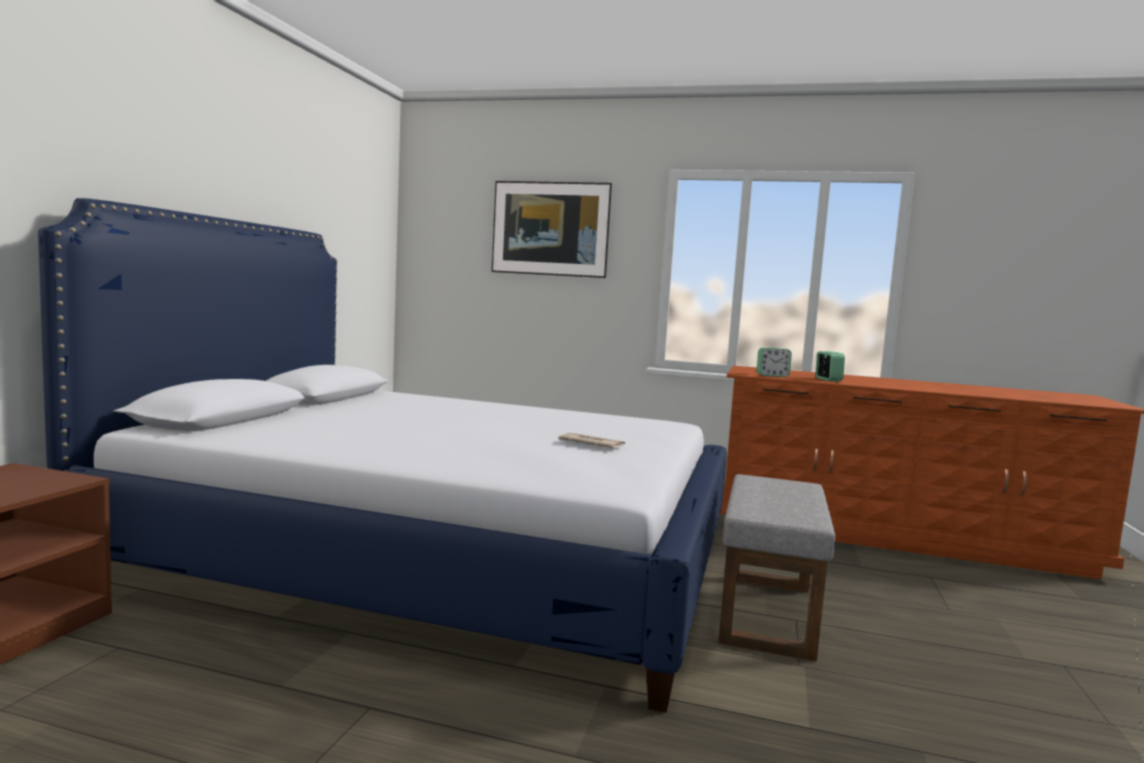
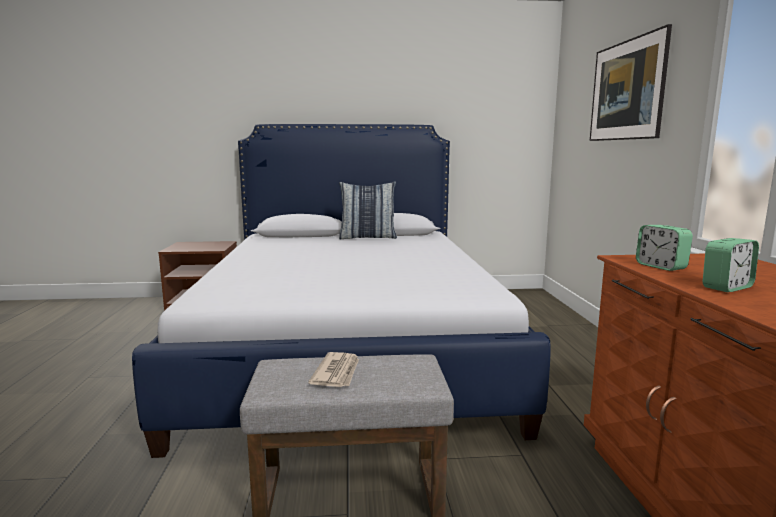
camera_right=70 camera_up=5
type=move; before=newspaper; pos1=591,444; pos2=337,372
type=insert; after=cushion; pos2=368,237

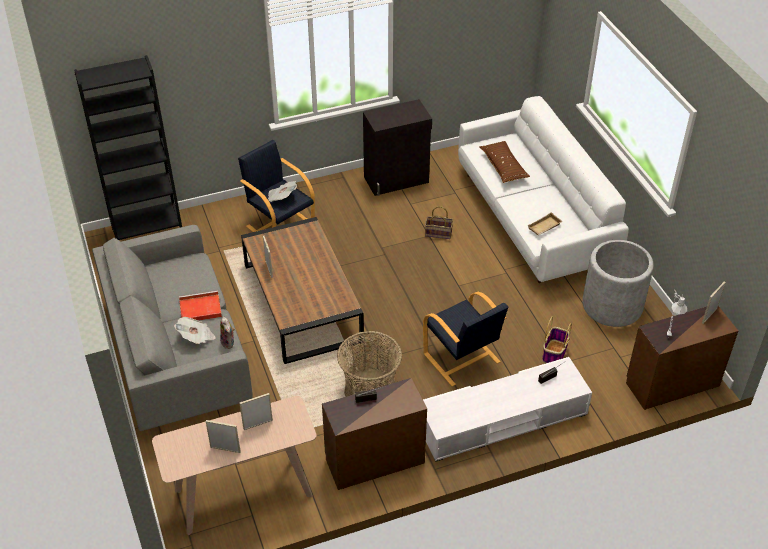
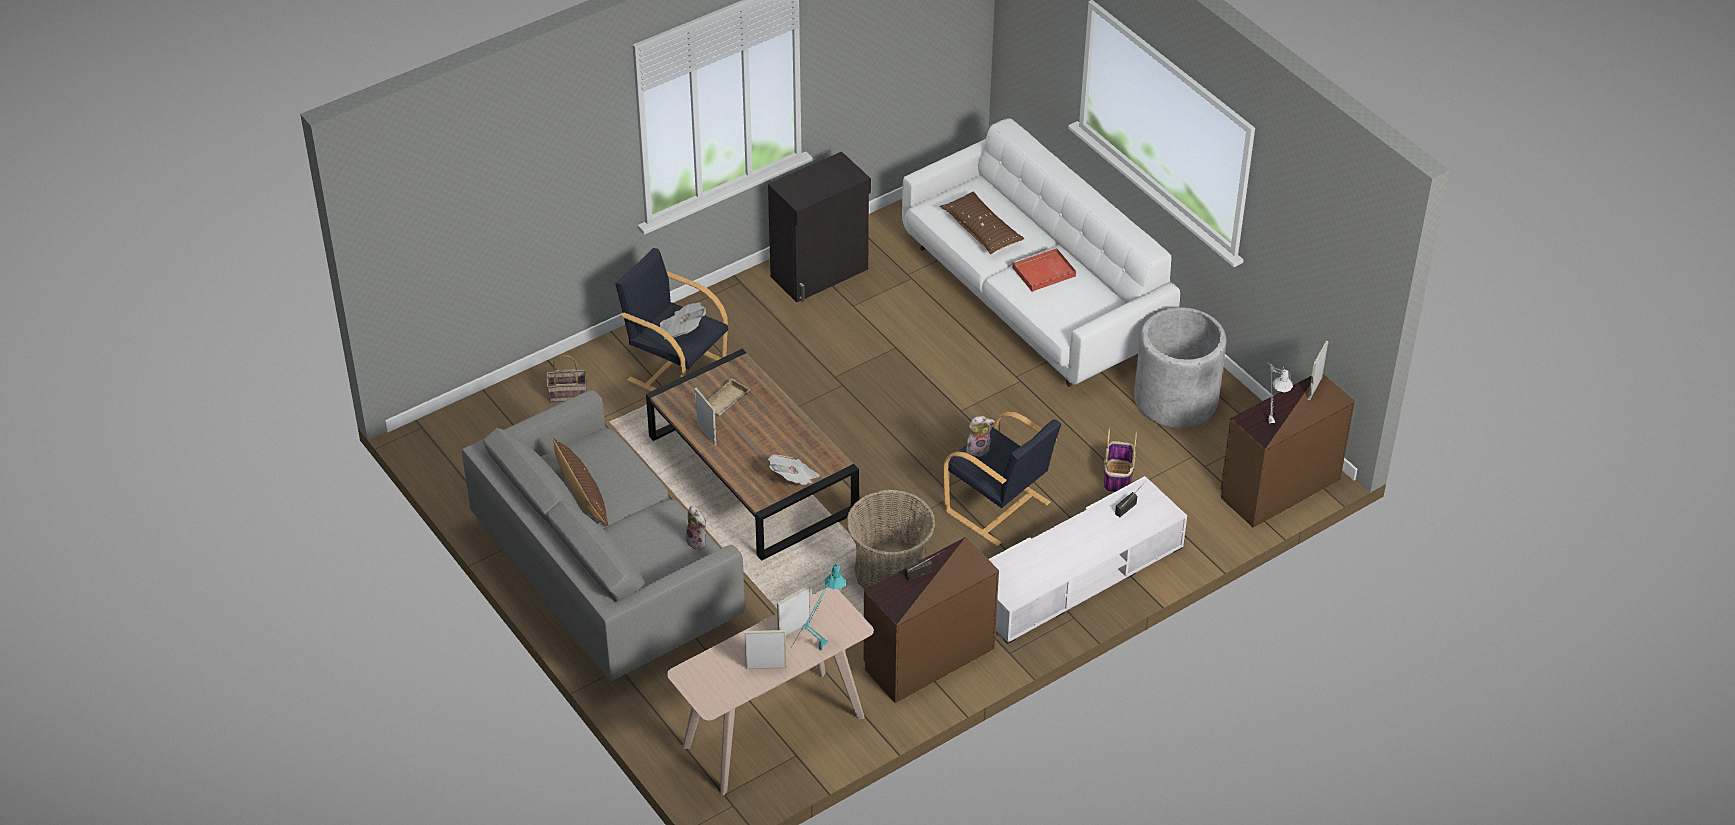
camera_right=-15 camera_up=0
type=delete; before=blackish bookcase; pos1=147,232
type=move; before=newspaper; pos1=196,337; pos2=794,479
type=move; before=red carrying tray; pos1=199,309; pos2=1043,272
type=move; before=storage basket; pos1=439,233; pos2=569,394
type=move; before=sand-coloured carrying tray; pos1=544,227; pos2=726,402
type=insert; after=brown cushion; pos2=582,497
type=insert; after=turquoise tabletop lamp; pos2=817,653
type=insert; after=soft toy; pos2=978,448

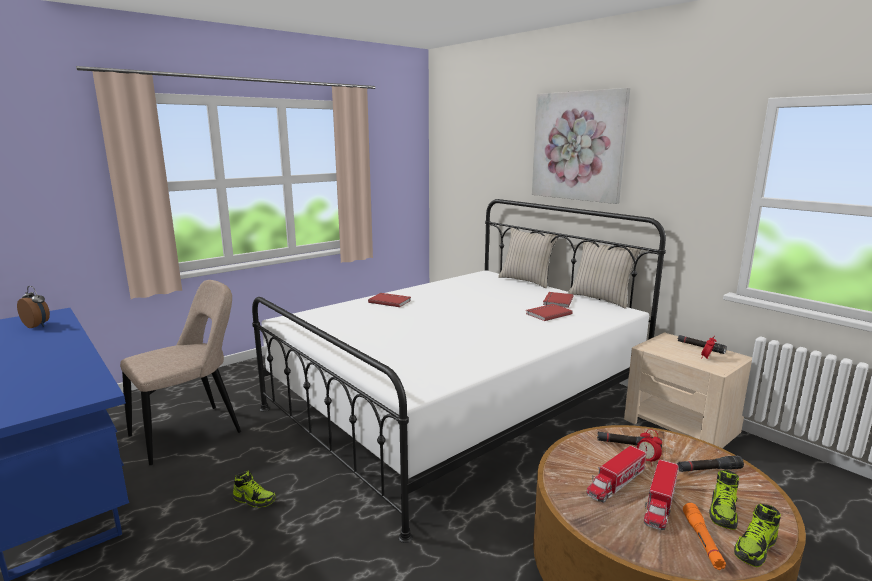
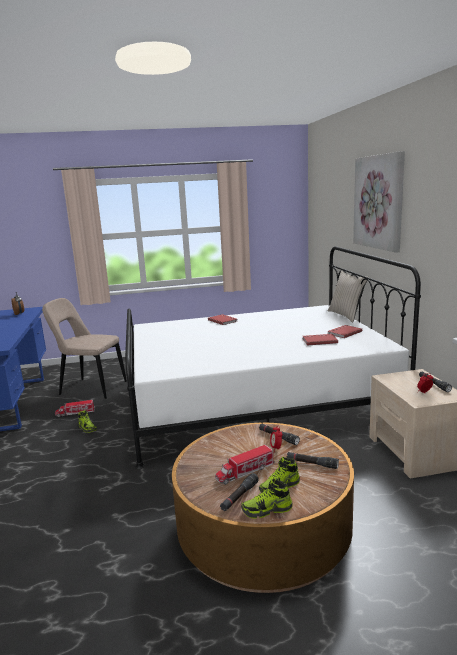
camera_right=30 camera_up=0
type=rotate; before=sand-coloured chair; pos1=191,432; pos2=90,388; turn=-150
type=delete; before=sand-coloured cushion; pos1=601,299
type=move; before=toy truck; pos1=616,483; pos2=75,413
type=recolor; before=orangey flashlight; after=blackish flashlight; pos1=702,541; pos2=239,496

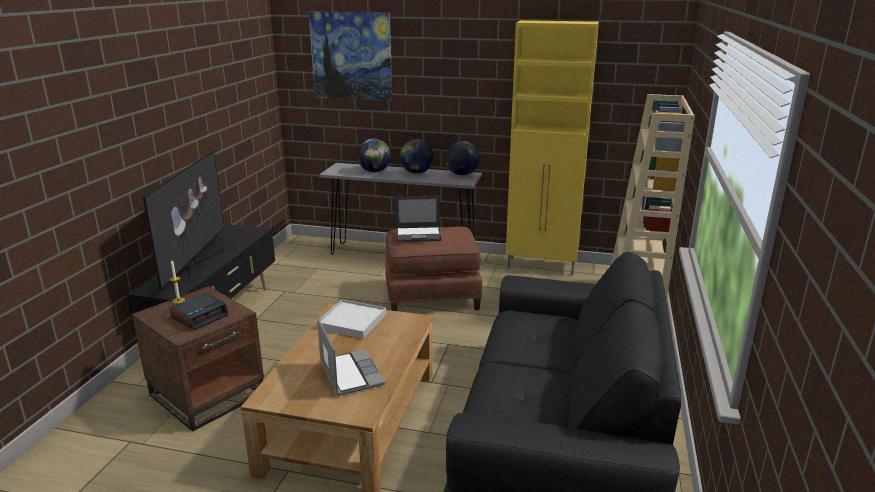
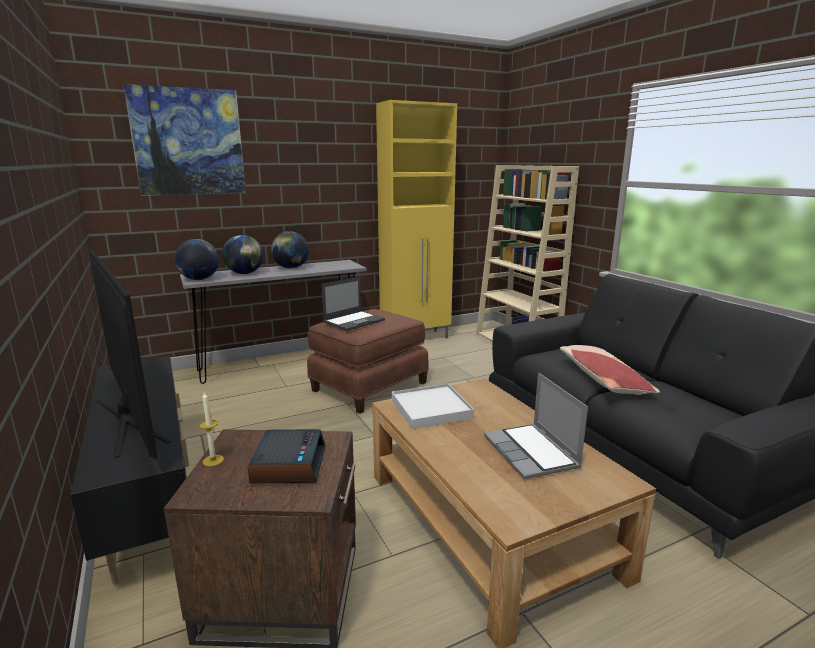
camera_right=-40 camera_up=-5
type=rotate; before=laptop; pos1=350,374; pos2=532,453; turn=-135
type=move; before=globe; pos1=462,174; pos2=199,279
type=insert; after=cushion; pos2=603,379

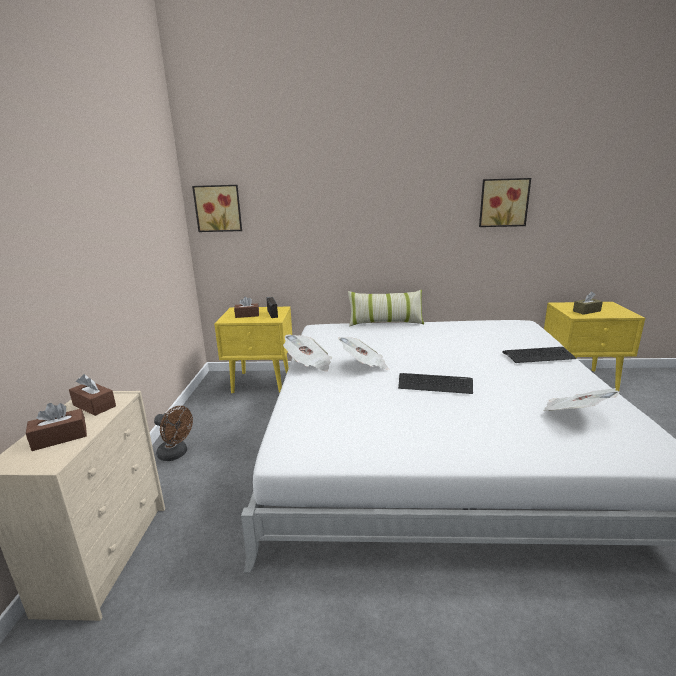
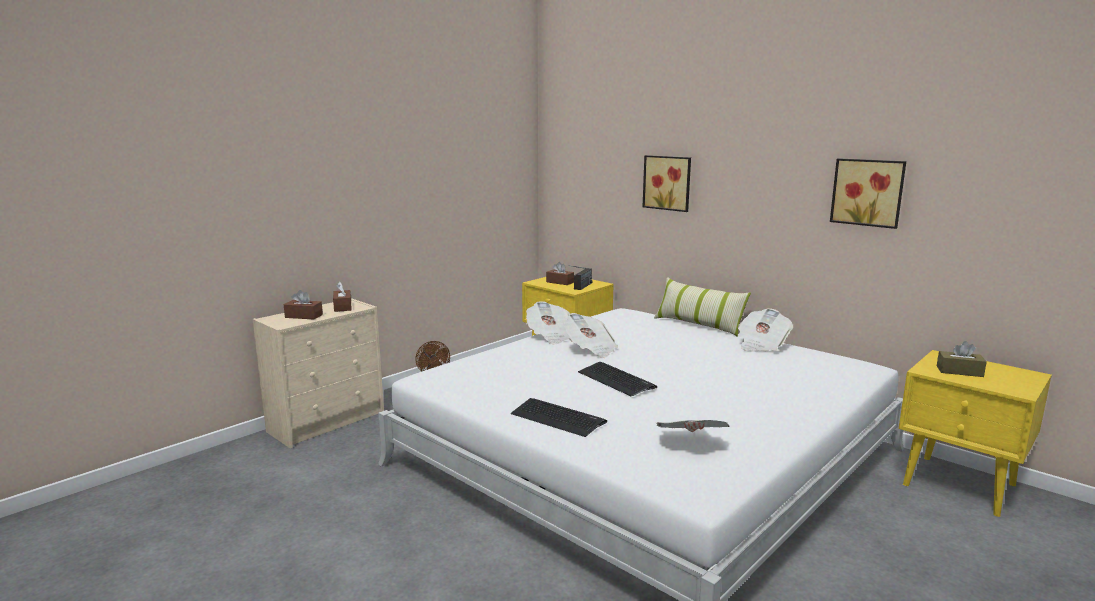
camera_right=40 camera_up=-5
type=move; before=wall picture; pos1=218,208; pos2=668,182
type=move; before=keyboard; pos1=538,356; pos2=558,418
type=insert; after=newspaper; pos2=761,345

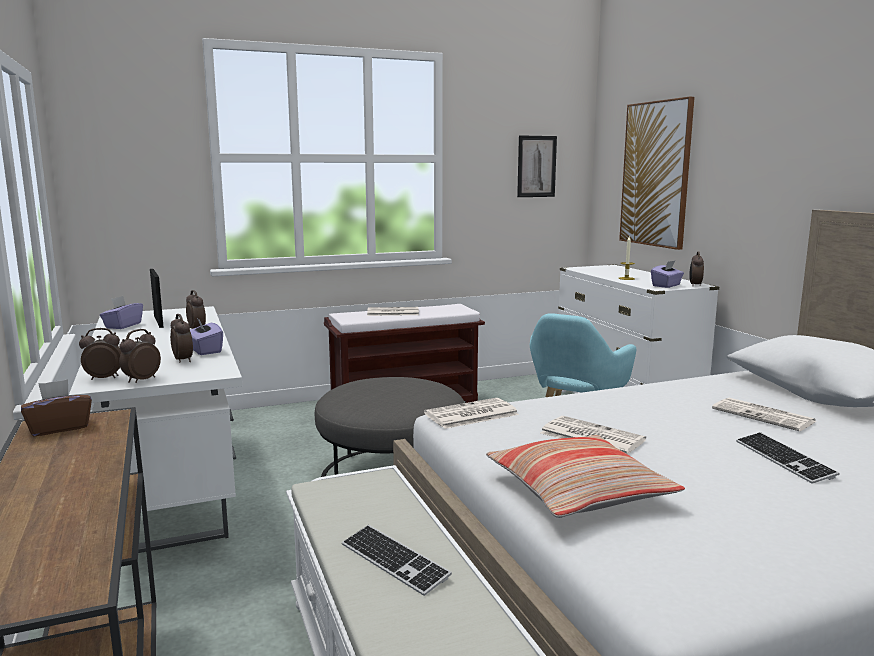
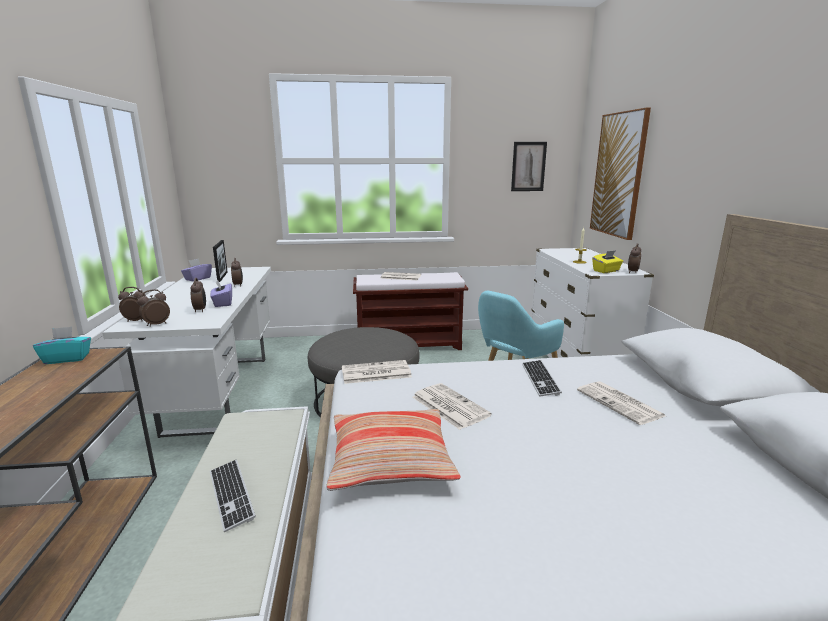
camera_right=15 camera_up=5
type=recolor; before=brown tissue holder; after=turquoise tissue holder; pos1=59,428; pos2=67,358
type=recolor; before=purple tissue holder; after=yellow-coloured tissue holder; pos1=666,285; pos2=606,271
type=move; before=keyboard; pos1=783,459; pos2=540,379

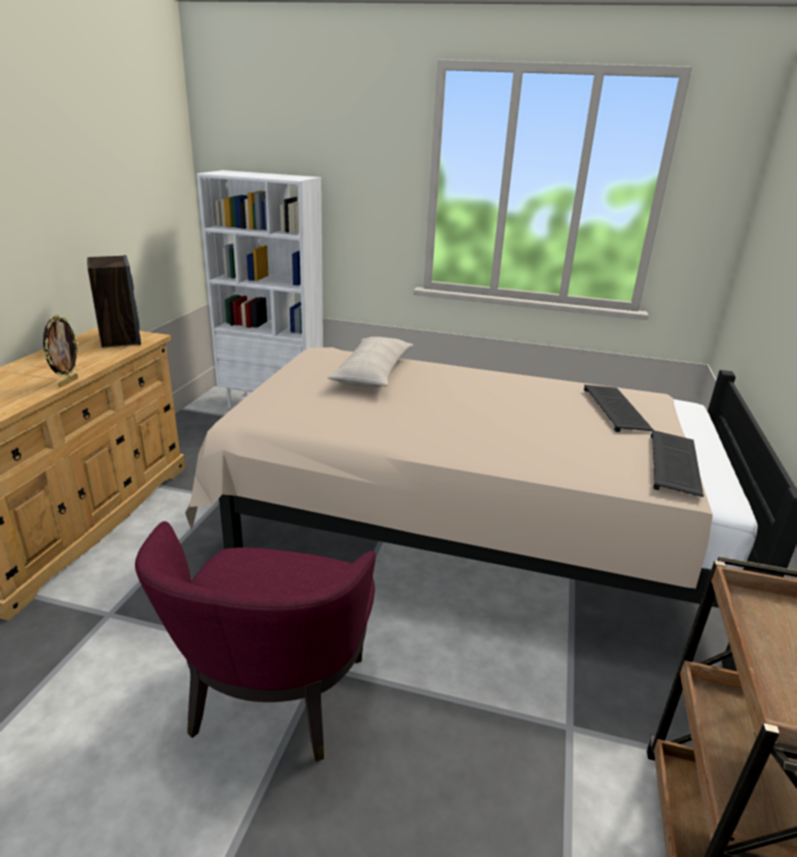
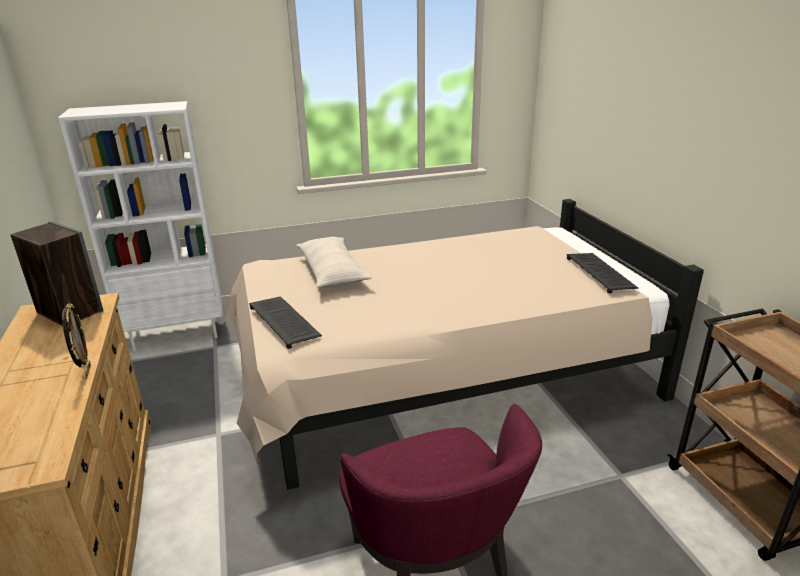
camera_right=-30 camera_up=0
type=move; before=keyboard; pos1=617,410; pos2=285,322

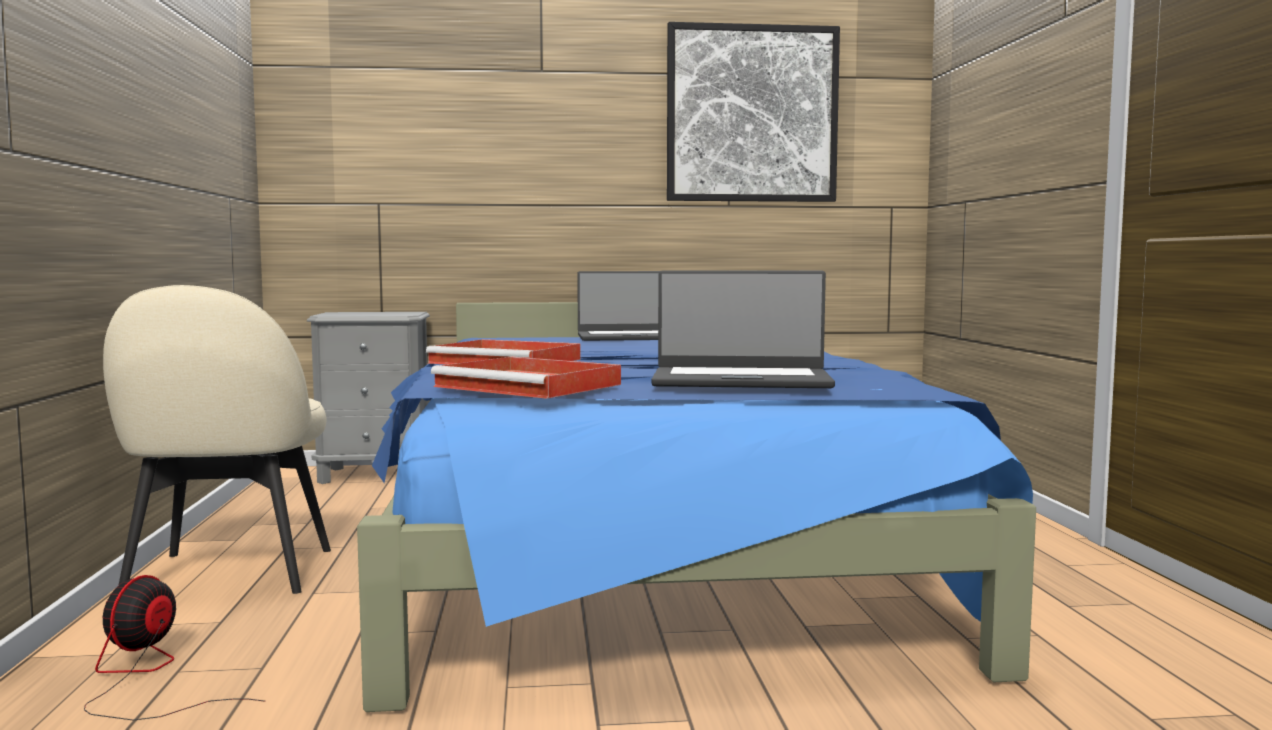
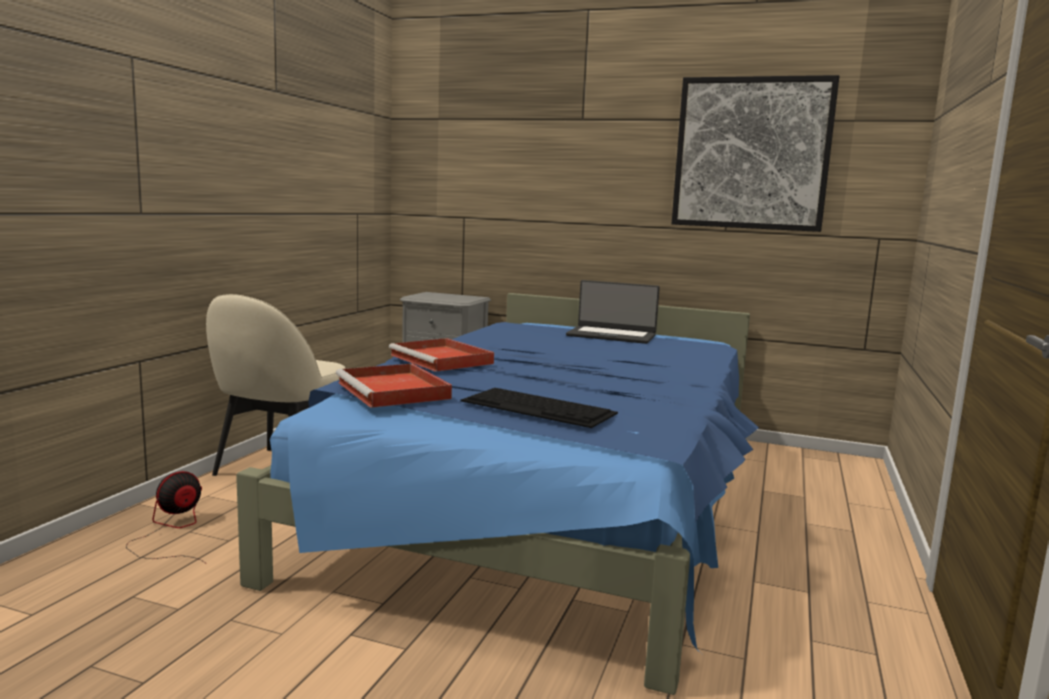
camera_right=25 camera_up=5
type=replace; before=laptop; after=keyboard; pos1=741,380; pos2=539,407

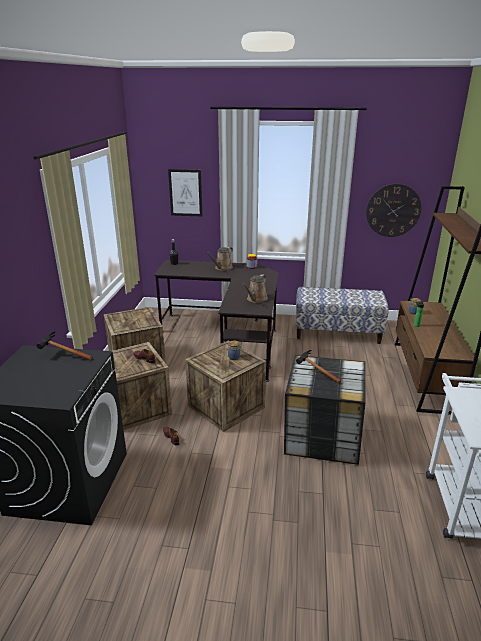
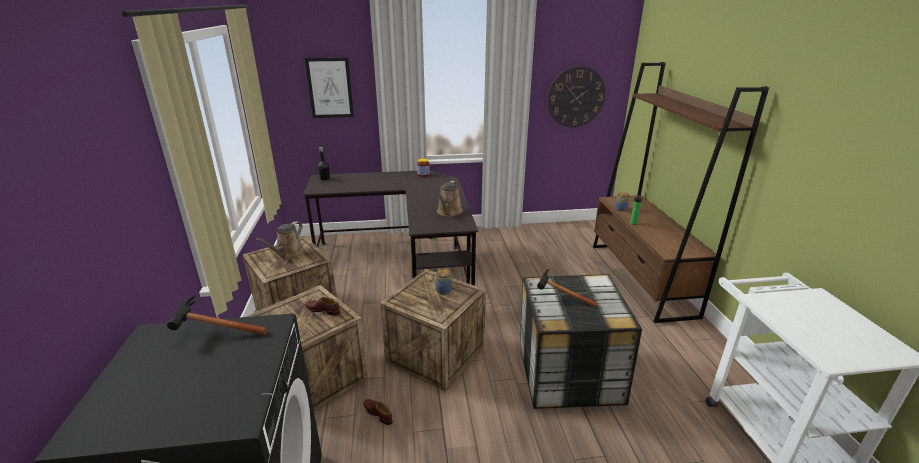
camera_right=-15 camera_up=0
type=move; before=brown sprinkling can; pos1=222,268; pos2=288,254
type=delete; before=long seat; pos1=337,332

